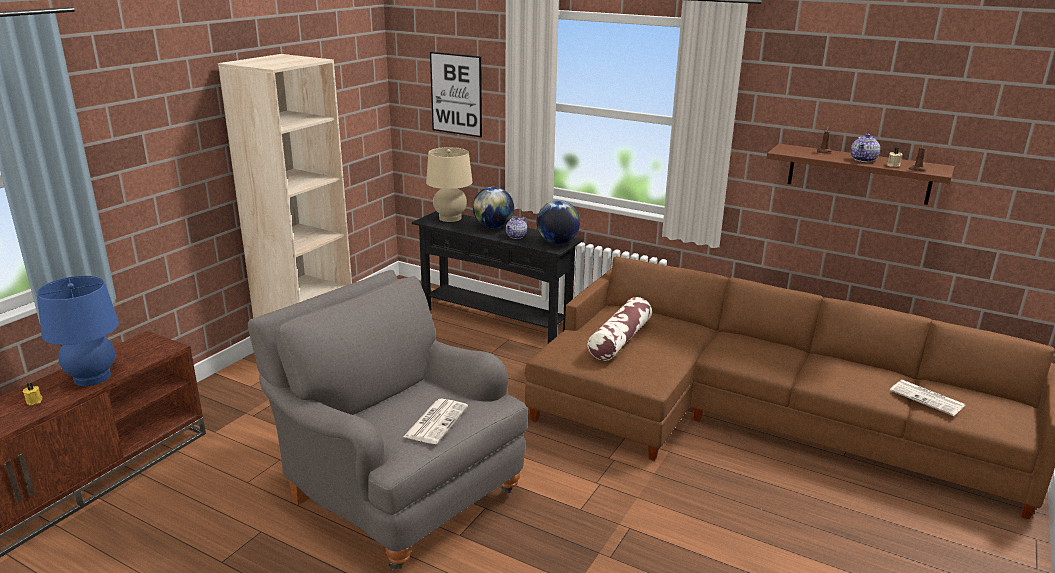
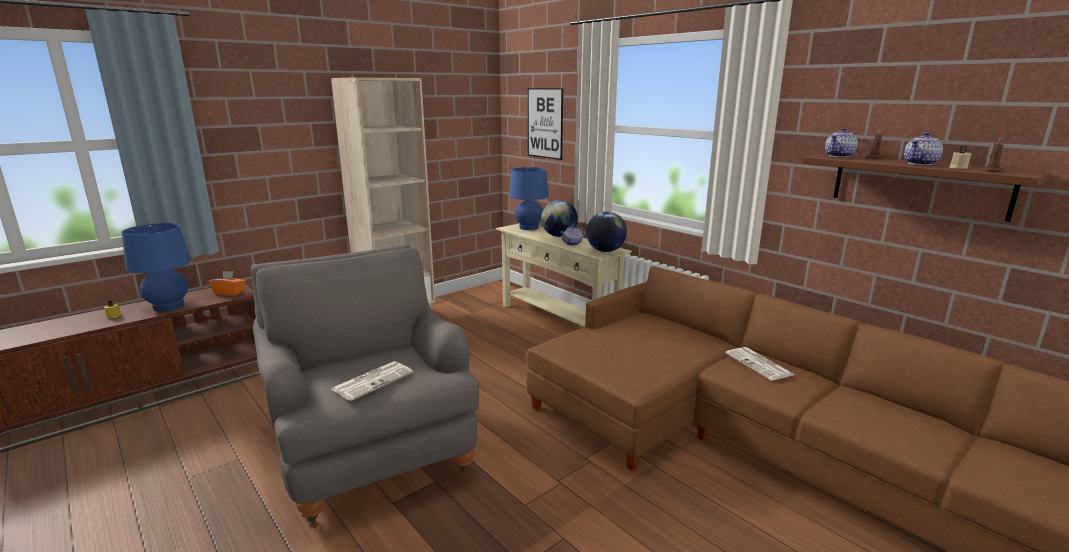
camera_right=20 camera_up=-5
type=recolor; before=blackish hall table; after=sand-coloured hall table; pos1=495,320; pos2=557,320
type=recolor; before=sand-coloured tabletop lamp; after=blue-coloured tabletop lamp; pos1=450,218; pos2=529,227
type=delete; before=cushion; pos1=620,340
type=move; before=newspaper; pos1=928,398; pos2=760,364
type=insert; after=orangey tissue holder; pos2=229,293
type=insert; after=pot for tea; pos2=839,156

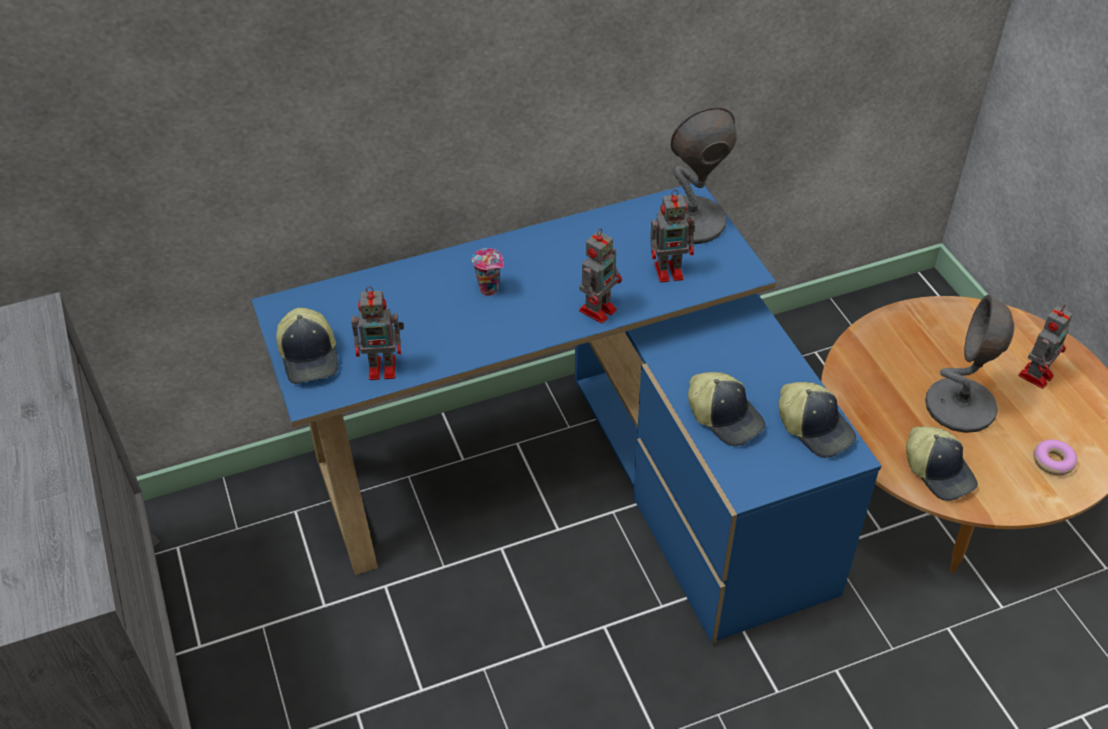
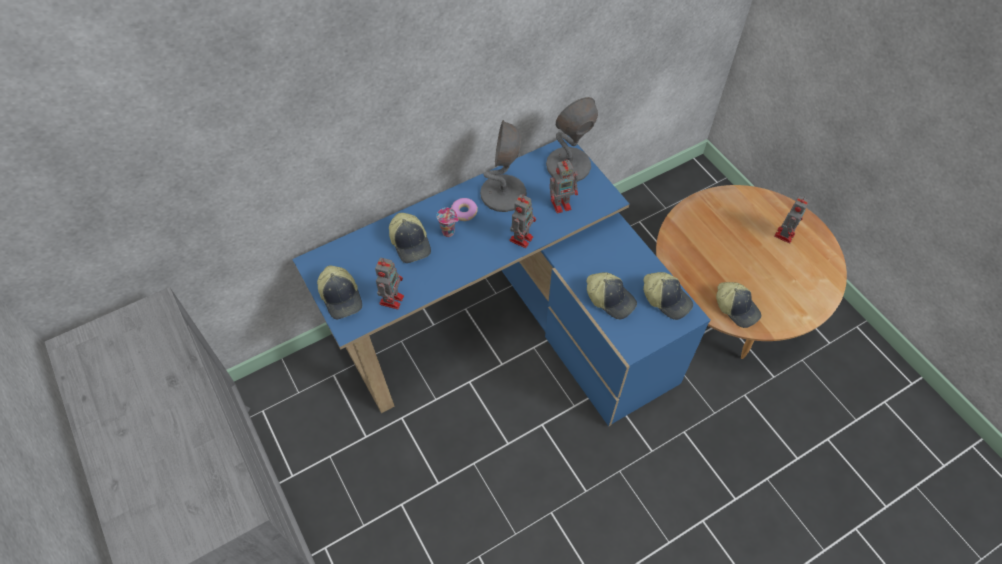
camera_right=-10 camera_up=10
type=rotate; before=robot figure; pos1=384,367; pos2=392,299; turn=-60
type=move; before=greyish tabletop lamp; pos1=960,406; pos2=503,194
type=move; before=donut; pos1=1053,461; pos2=464,212
type=insert; after=peaked cap; pos2=411,243

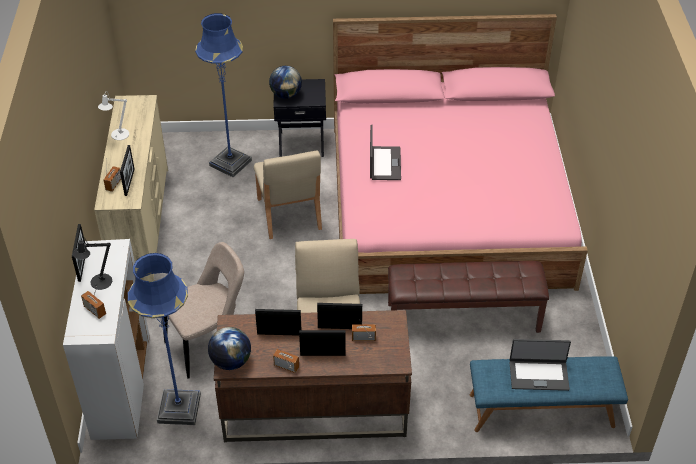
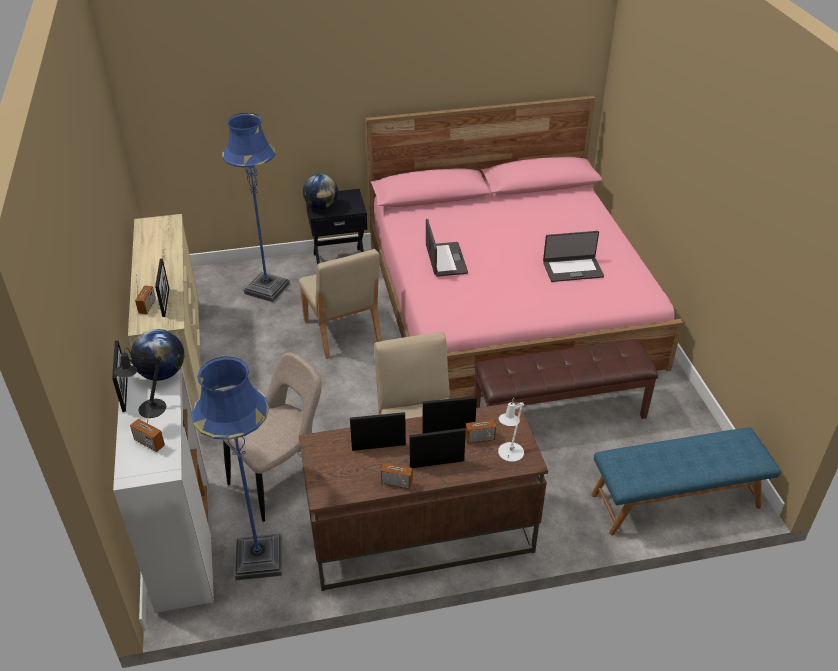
camera_right=-10 camera_up=-5
type=move; before=white tabletop lamp; pos1=118,136; pos2=509,454
type=move; before=globe; pos1=230,361; pos2=162,373
type=move; before=laptop; pos1=538,375; pos2=572,269

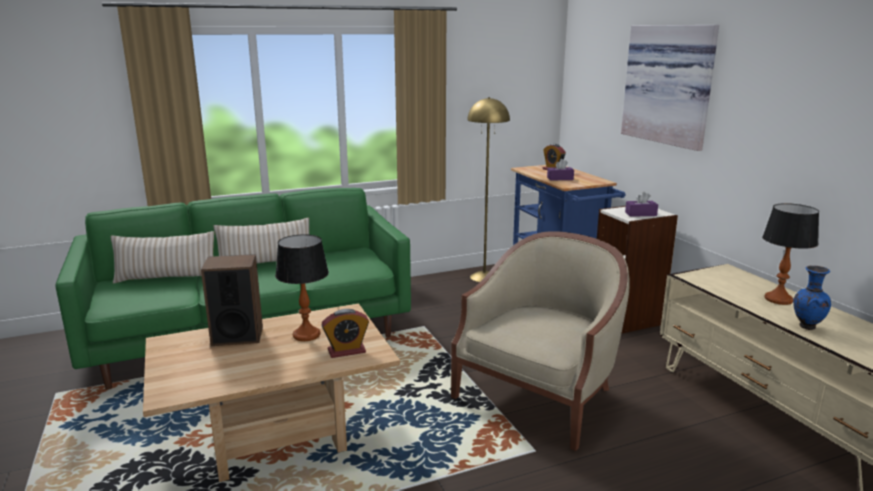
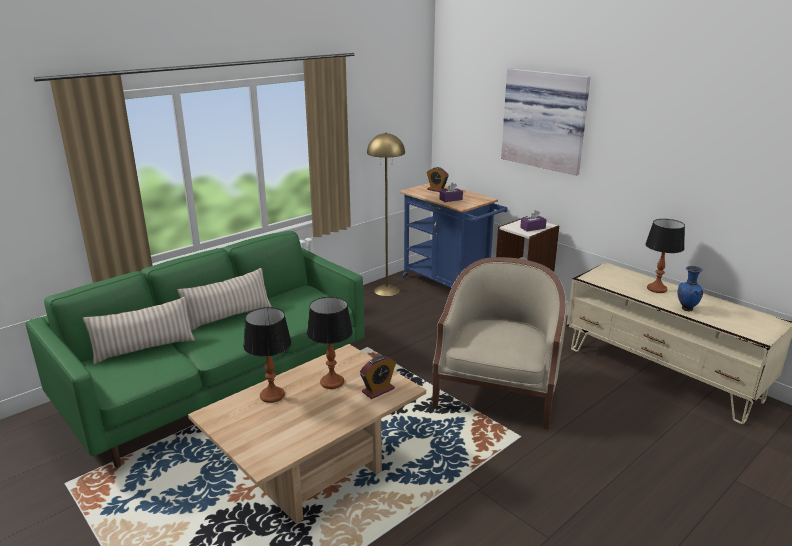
camera_right=-20 camera_up=5
type=replace; before=speaker; after=tabletop lamp; pos1=237,336; pos2=272,395

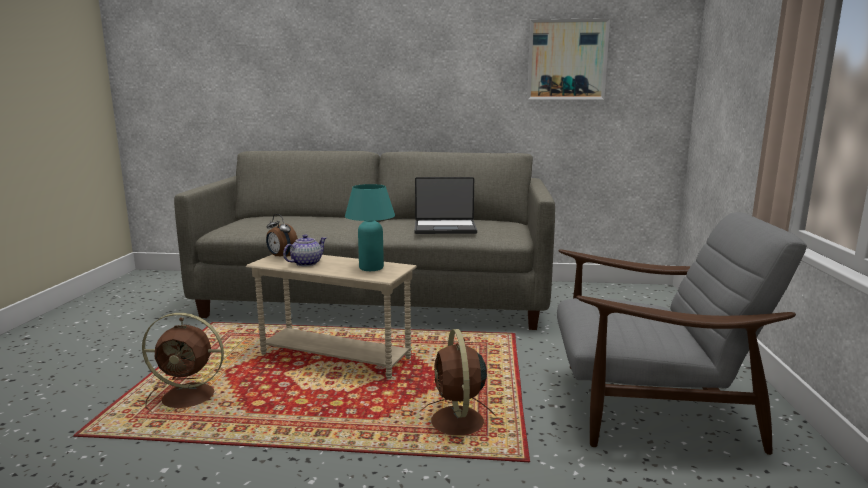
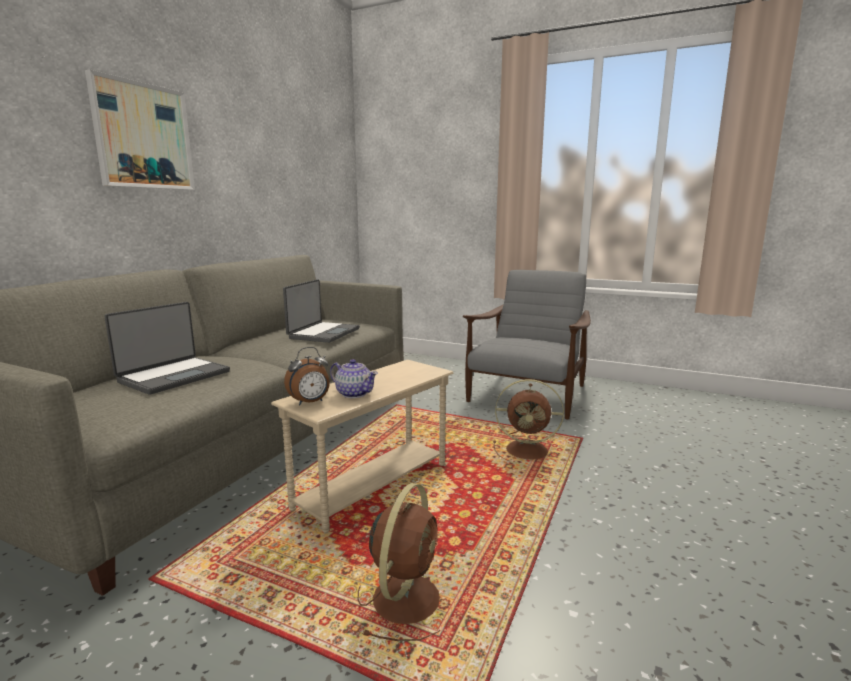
camera_right=-70 camera_up=0
type=rotate; before=pot for tea; pos1=306,263; pos2=354,393; turn=150
type=delete; before=turquoise tabletop lamp; pos1=371,268
type=move; before=wall picture; pos1=567,60; pos2=143,136
type=insert; after=laptop; pos2=173,376

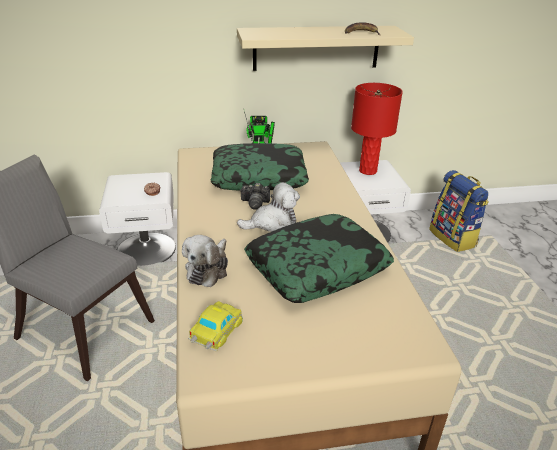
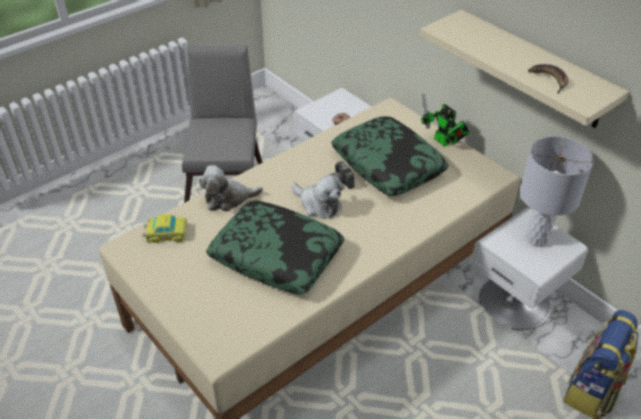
camera_right=60 camera_up=10
type=recolor; before=red tabletop lamp; after=greyish tabletop lamp; pos1=368,171; pos2=537,238

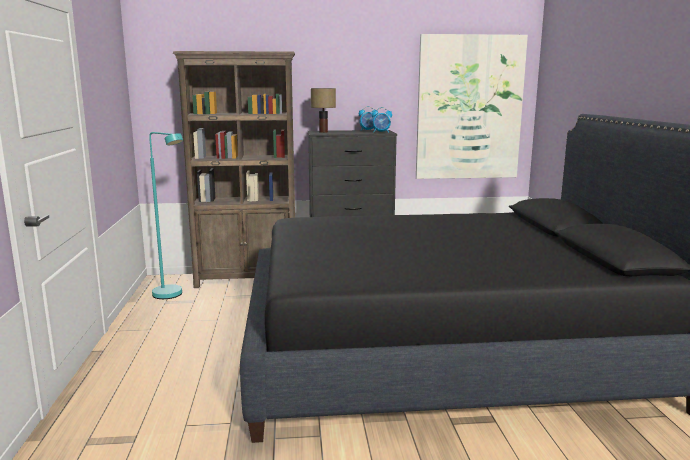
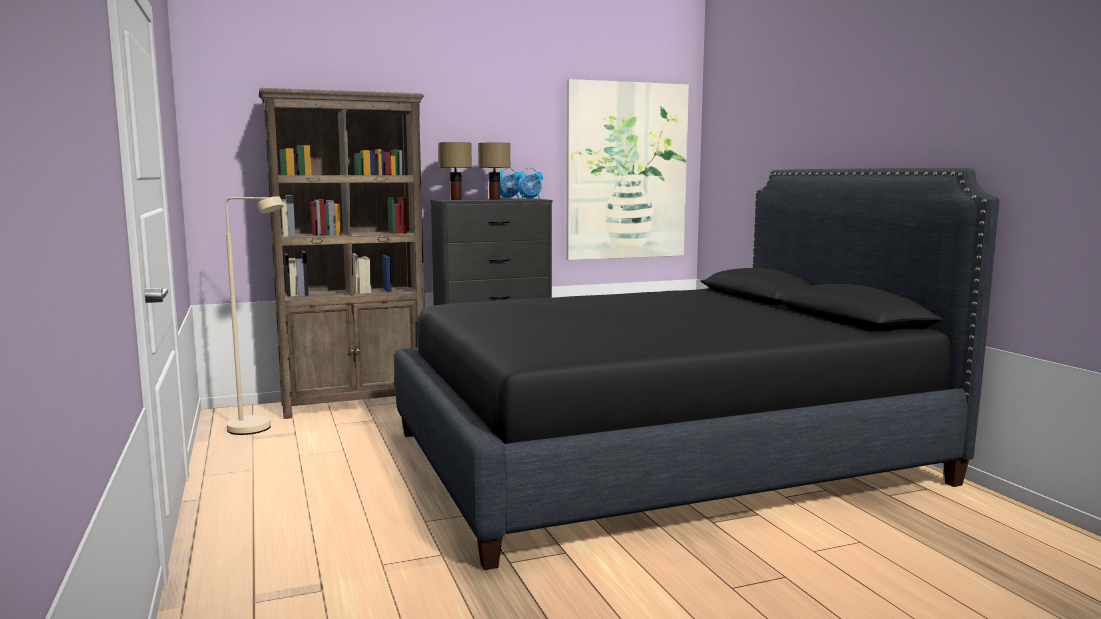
camera_right=-15 camera_up=-5
type=recolor; before=turquoise standing lamp; after=sand-coloured standing lamp; pos1=172,296; pos2=258,430
type=insert; after=tabletop lamp; pos2=494,199

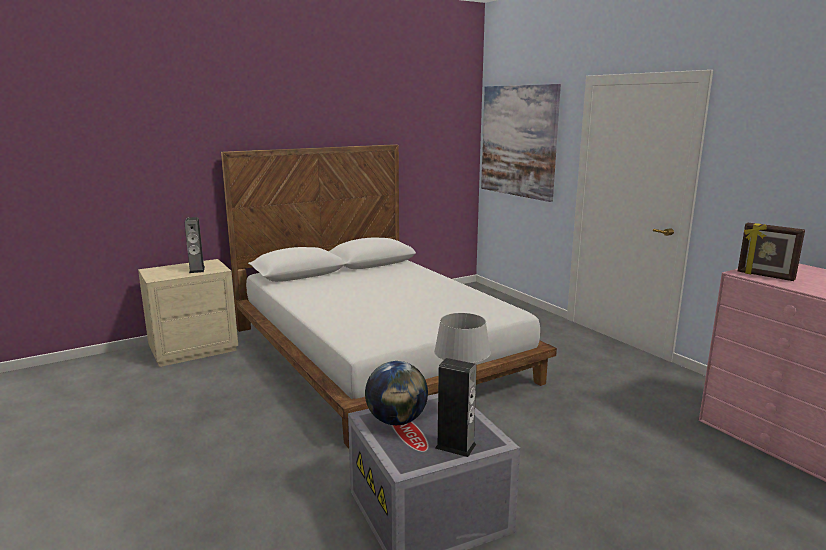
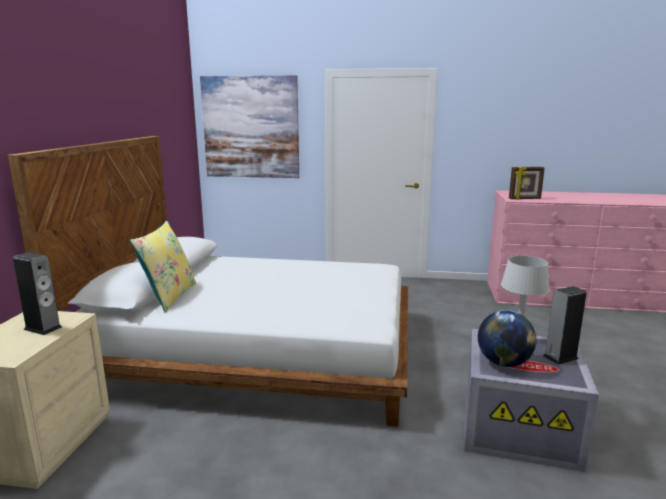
camera_right=-50 camera_up=0
type=insert; after=yellow-coloured cushion; pos2=169,296

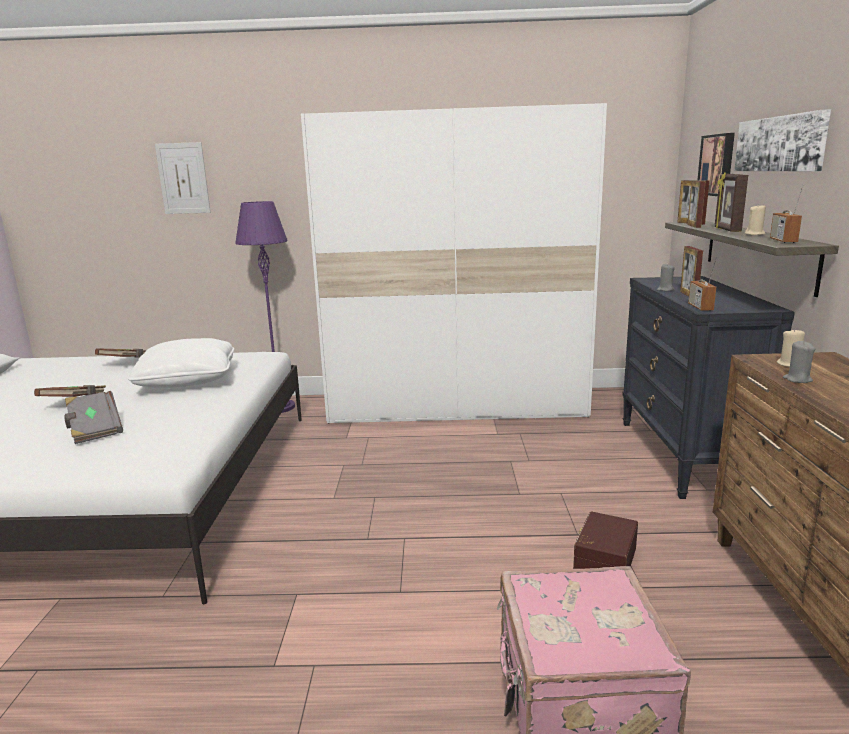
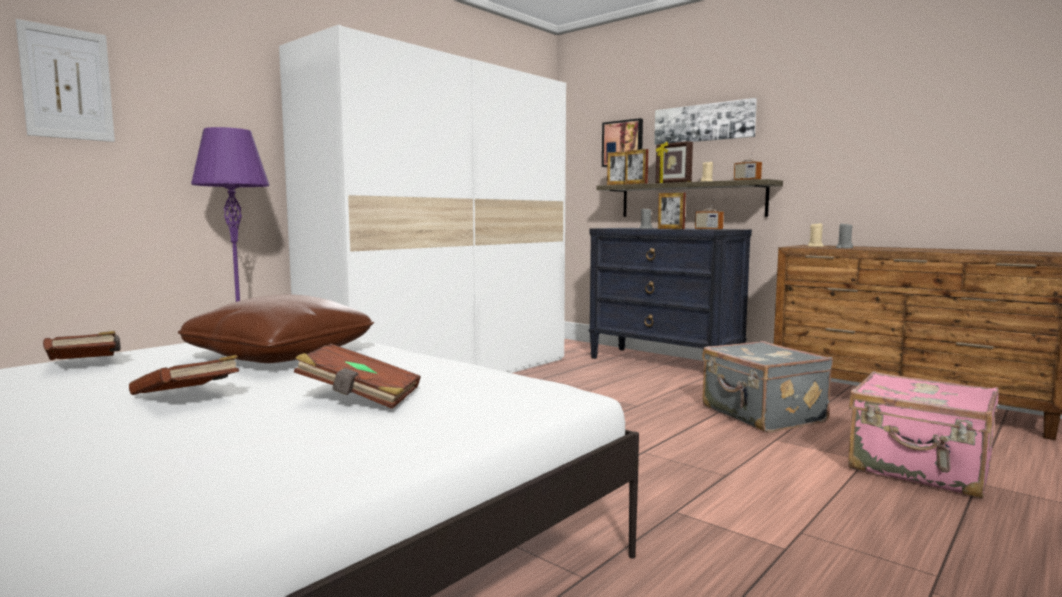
camera_right=-50 camera_up=-10
type=recolor; before=greyish bound book; after=brown bound book; pos1=94,429; pos2=359,397
type=recolor; before=white cushion; after=brown cushion; pos1=188,380; pos2=281,356
type=replace; before=brown storage container; after=greyish travel case; pos1=603,559; pos2=761,415

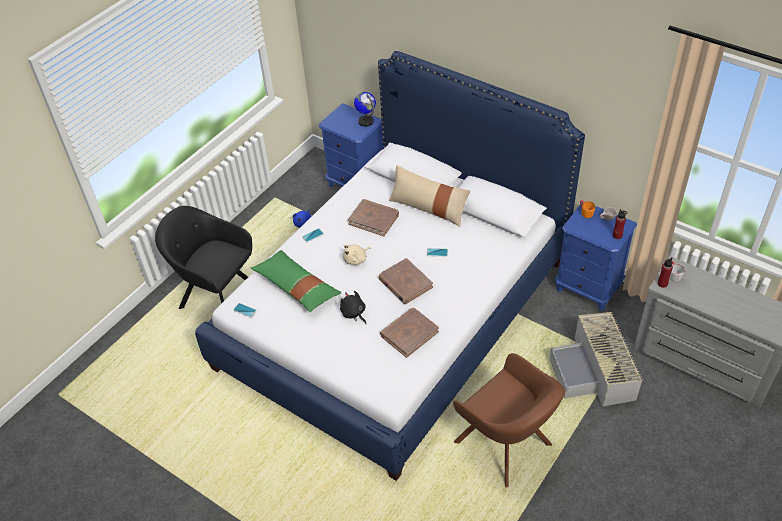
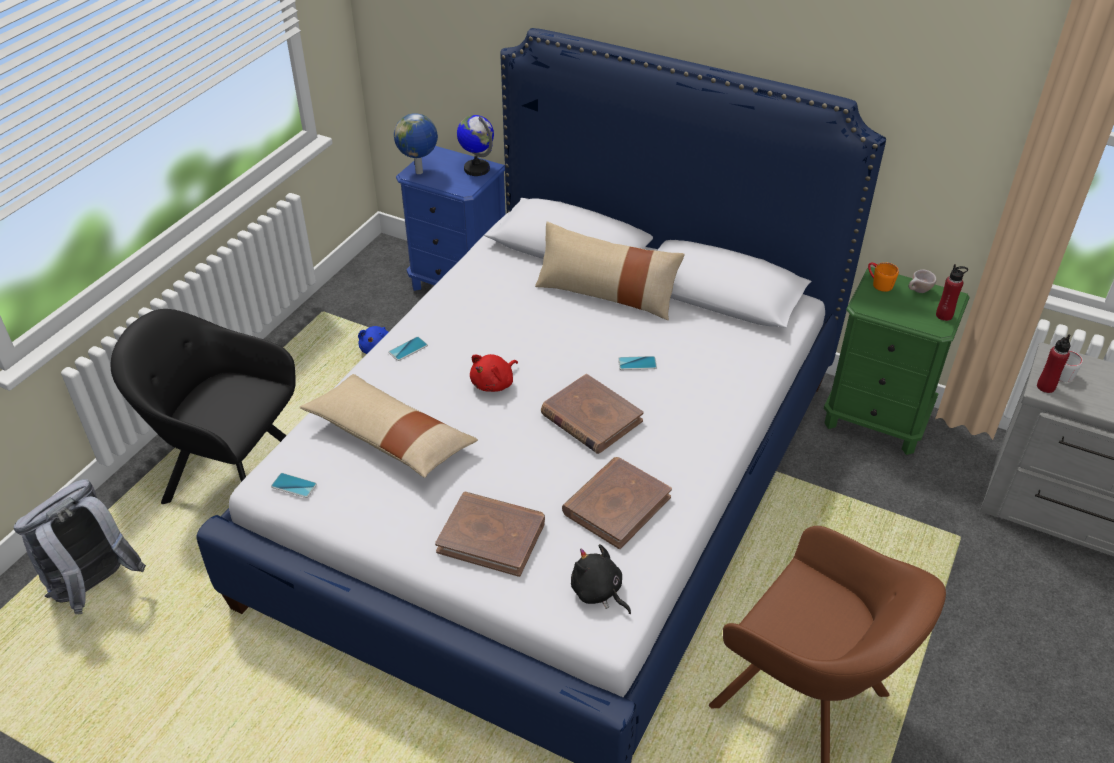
camera_right=-10 camera_up=-5
type=recolor; before=greenish cushion; after=sand-coloured cushion; pos1=296,287; pos2=390,437
type=move; before=blackish soft toy; pos1=354,313; pos2=598,592
type=recolor; before=sand-coloured soft toy; after=red soft toy; pos1=356,259; pos2=494,383
type=move; before=brown bound book; pos1=374,219; pos2=491,536
type=delete; before=greyish storage container; pos1=594,371
type=recolor; before=blue-coloured night table; after=greenish night table; pos1=587,288; pos2=876,420
type=insert; after=greyish rucksack; pos2=95,587
type=insert; after=globe; pos2=420,172

